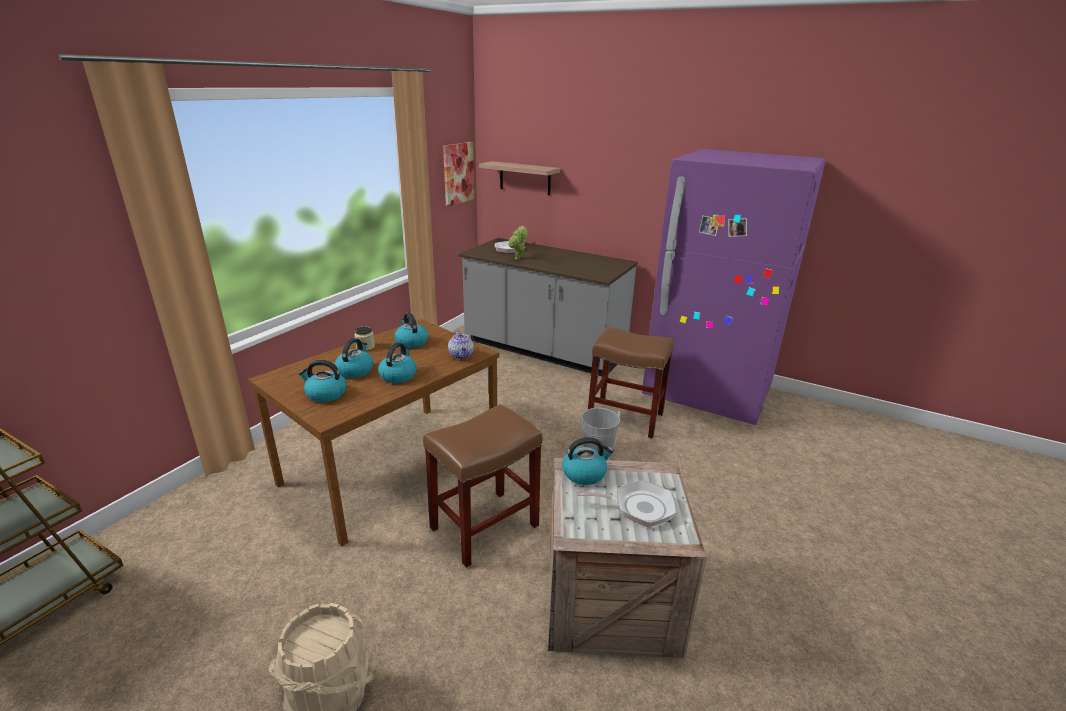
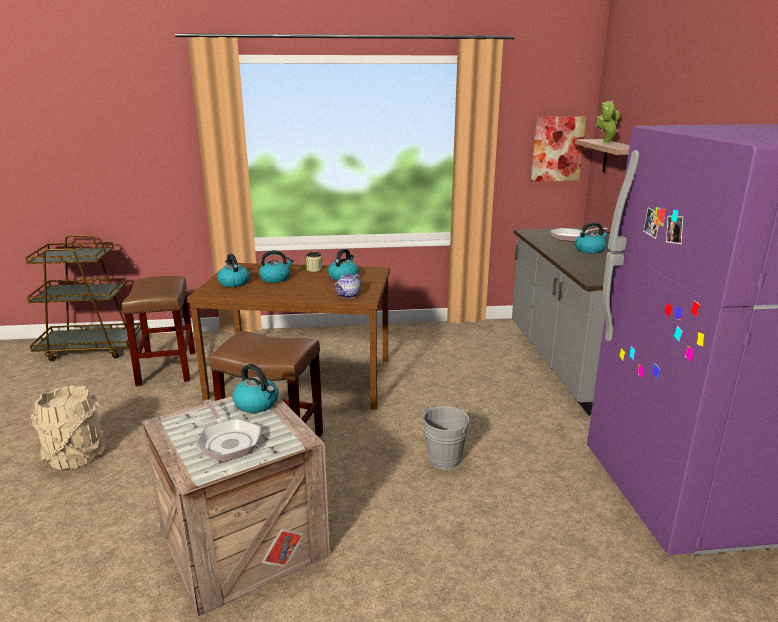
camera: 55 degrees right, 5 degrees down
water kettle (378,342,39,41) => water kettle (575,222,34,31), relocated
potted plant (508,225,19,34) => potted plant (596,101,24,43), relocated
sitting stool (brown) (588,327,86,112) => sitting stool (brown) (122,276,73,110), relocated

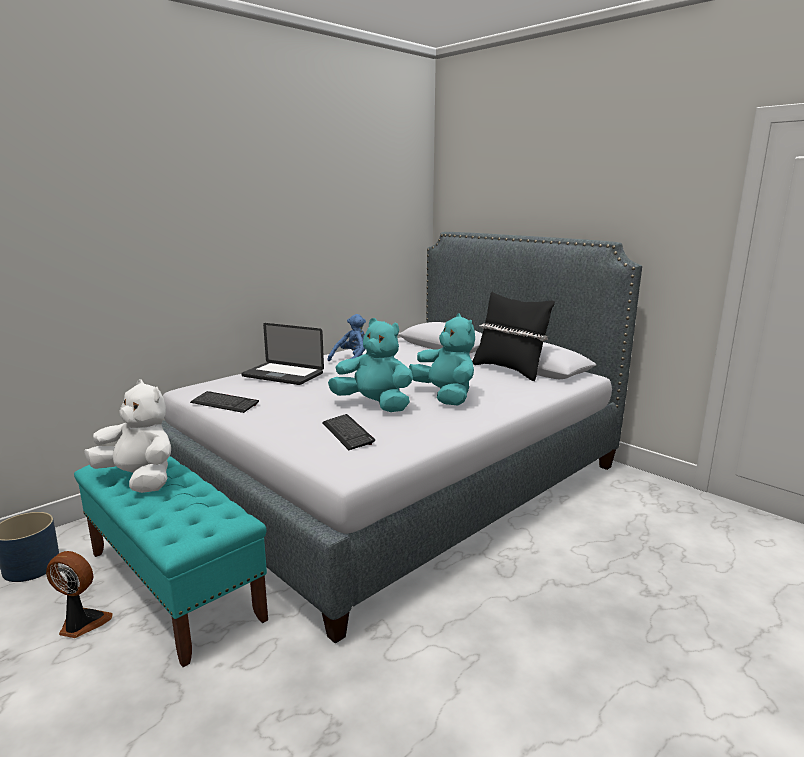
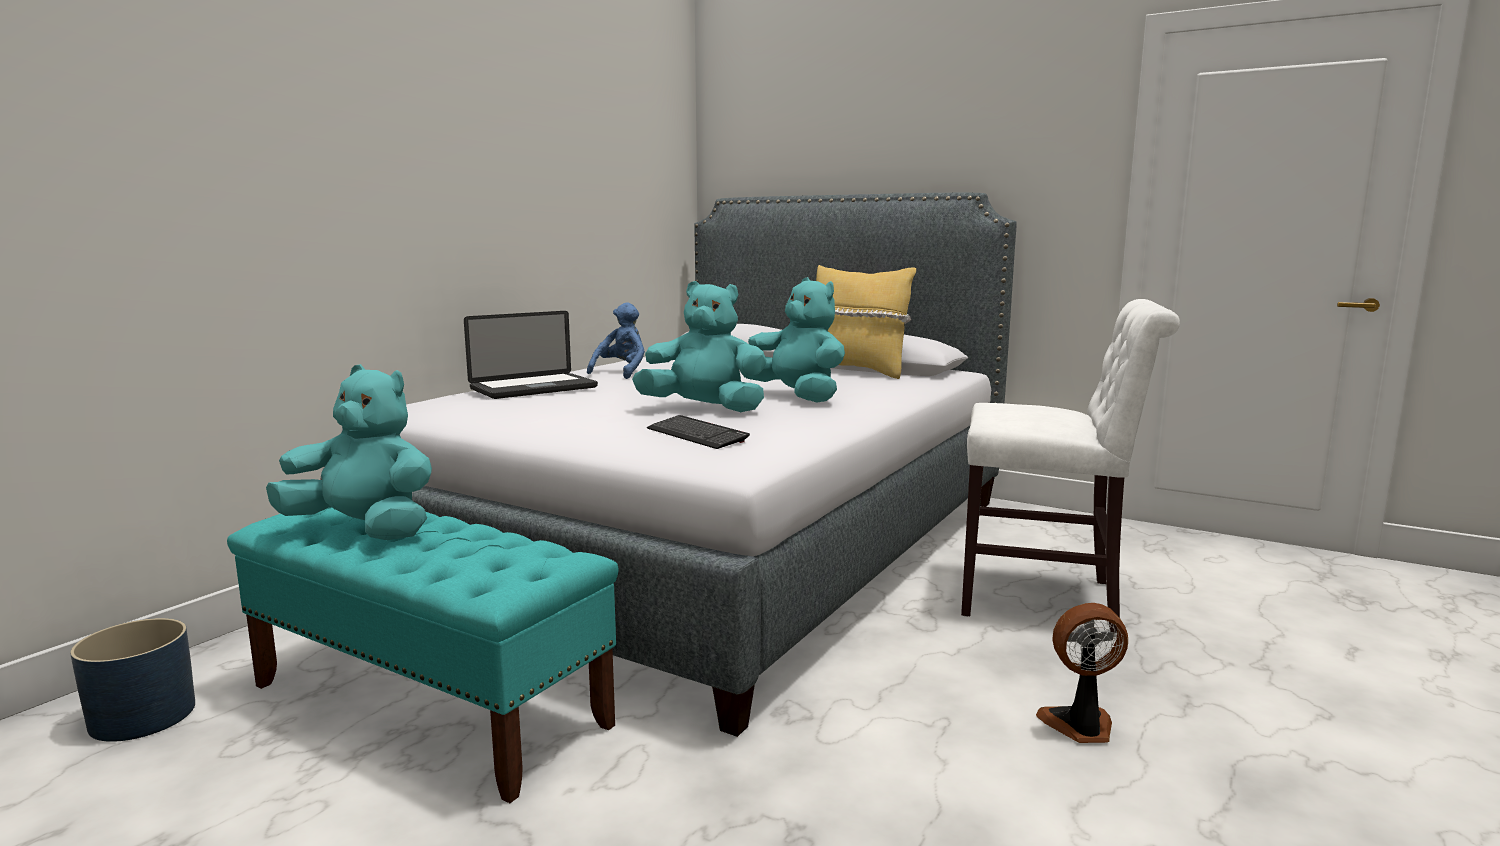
camera: 15 degrees left, 5 degrees down
keyboard (190,391,69,22) => nothing
nothing => chair (white) (961,299,219,334)
electric fan (46,551,67,87) => electric fan (1036,603,92,140), relocated
cuddly toy (white) (84,379,87,114) => cuddly toy (turquoise-coloured) (266,364,166,176)
pillow (black-coloured) (472,292,83,89) => pillow (yellow) (816,265,100,114)
notebook computer (241,323,83,62) => notebook computer (464,311,134,88), 45 degrees counterclockwise

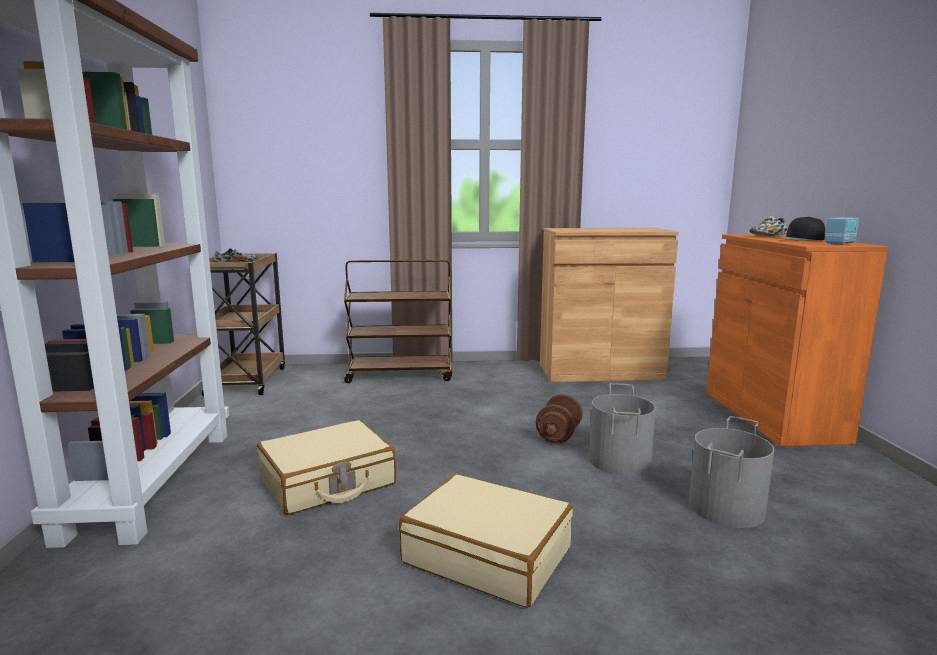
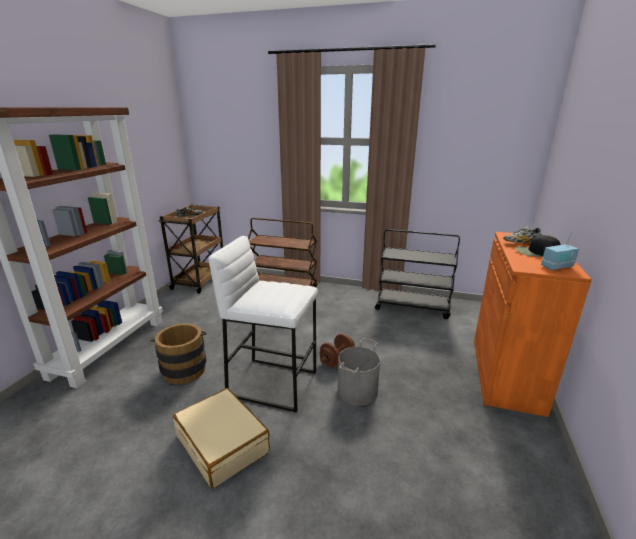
camera: 20 degrees right, 10 degrees up
bucket (gray) (689,416,85,112) => nothing
nothing => sitting stool (white) (208,236,110,177)
piece of luggage (beige-coloured) (257,420,139,95) => bucket (brown) (151,323,56,61)
cabinet (brown) (540,228,139,154) => wheeled cart (black-coloured) (375,229,85,90)

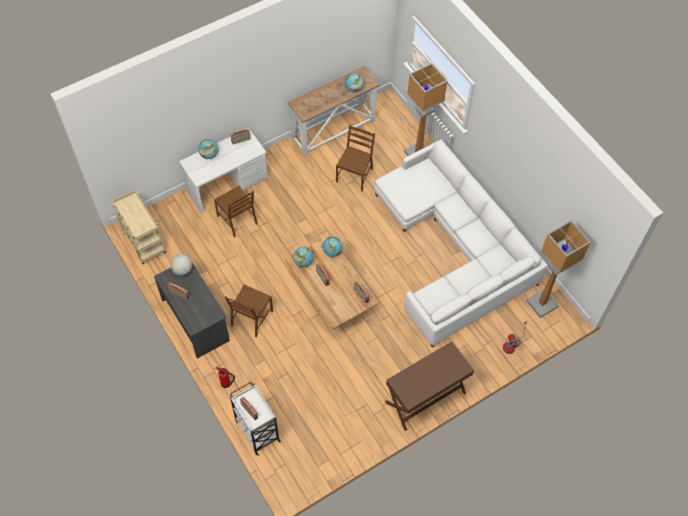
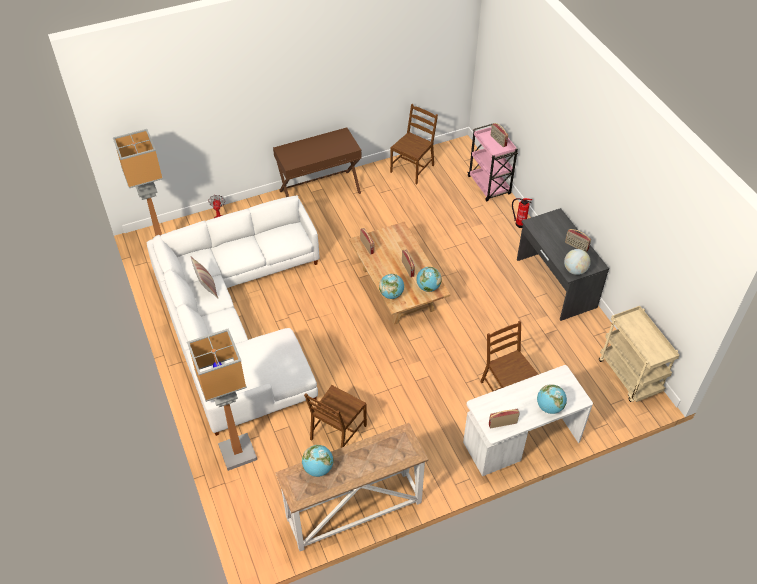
camera: 170 degrees left, 10 degrees down
nothing => pillow (190,256,28,43)
chair (brown) (225,284,48,54) => chair (brown) (390,104,48,80), relocated
wheeled cart (white) (230,382,51,74) => wheeled cart (pink) (468,123,50,78)

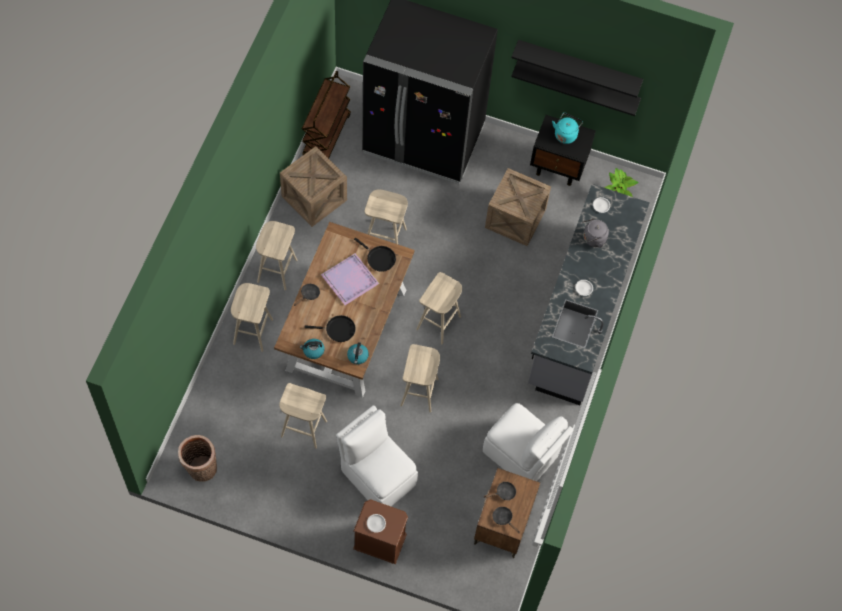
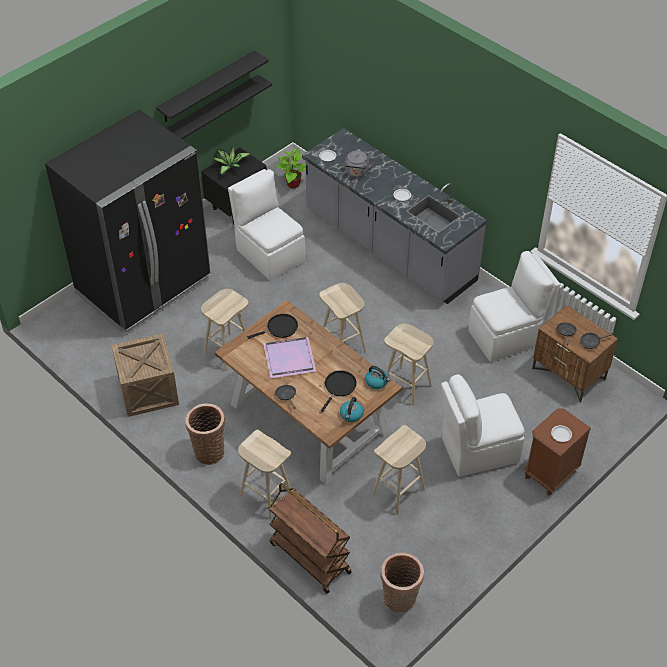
camera: 60 degrees left, 15 degrees down
wheeled cart (brown) (302,71,49,87) => wheeled cart (brown) (268,483,83,111), relocated
sitting stool (beige-coloured) (256,221,41,69) => household basket (185,404,40,61)
shipping crate (485,168,66,78) => chair (white) (228,169,77,112)
water kettle (turquoise-coloured) (552,113,31,31) => potted plant (213,148,38,27)

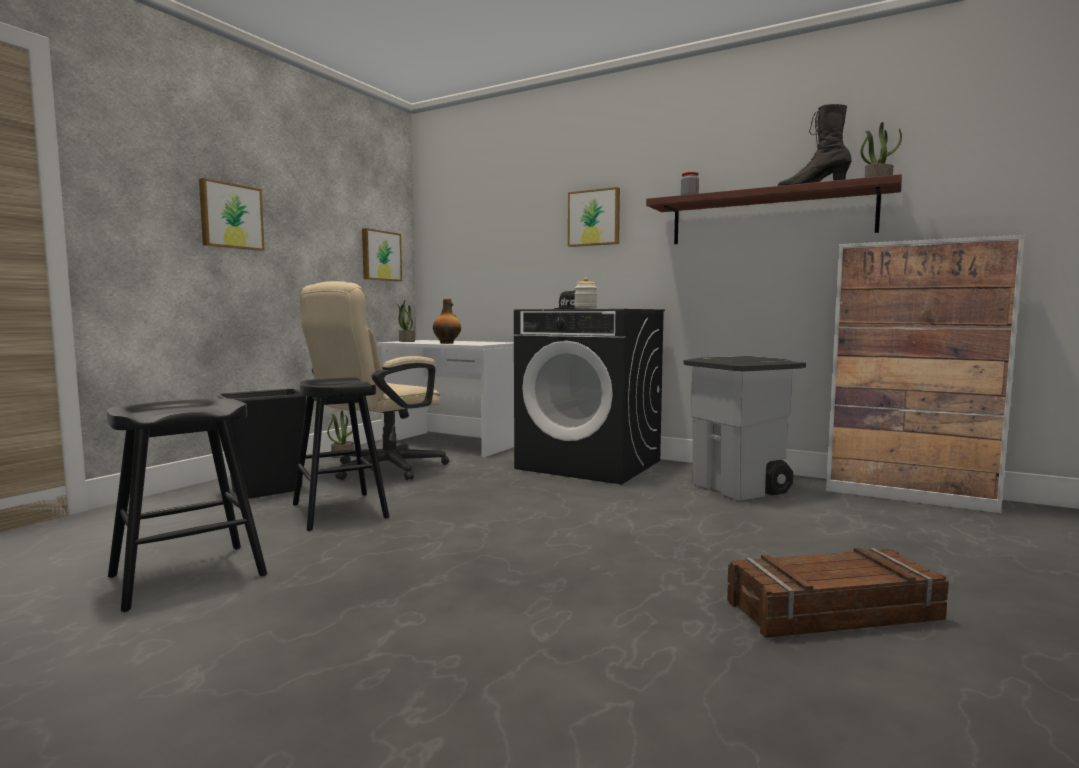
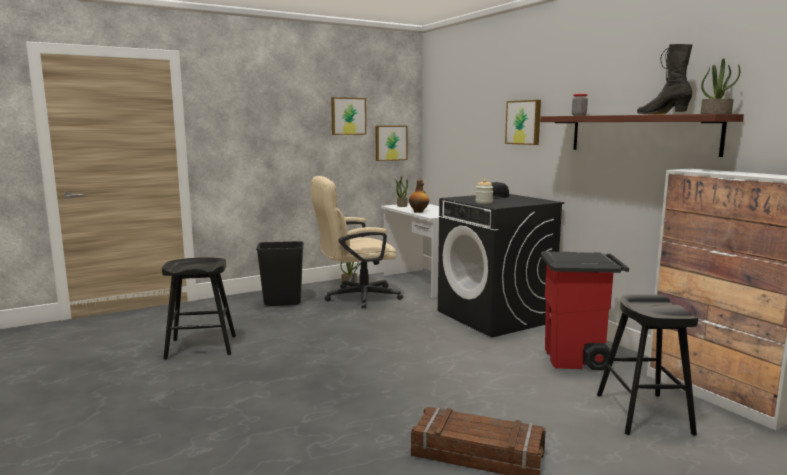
camera: 30 degrees right, 5 degrees up
wall art (199,178,66,73) => wall art (331,97,35,38), relocated
sitting stool (black-coloured) (293,377,96,154) => sitting stool (black-coloured) (597,294,101,142), relocated
rubbish bin (gray) (684,356,122,145) => rubbish bin (red) (541,252,88,118)

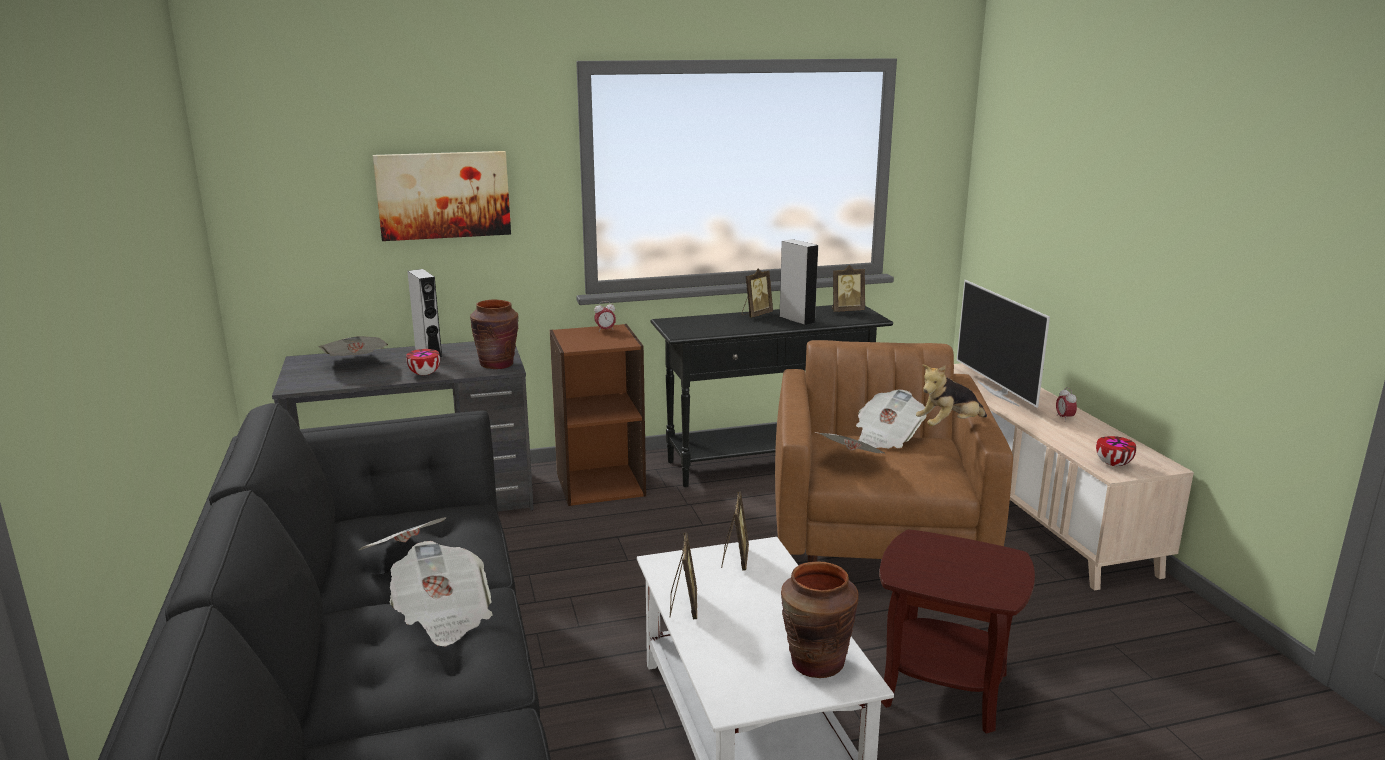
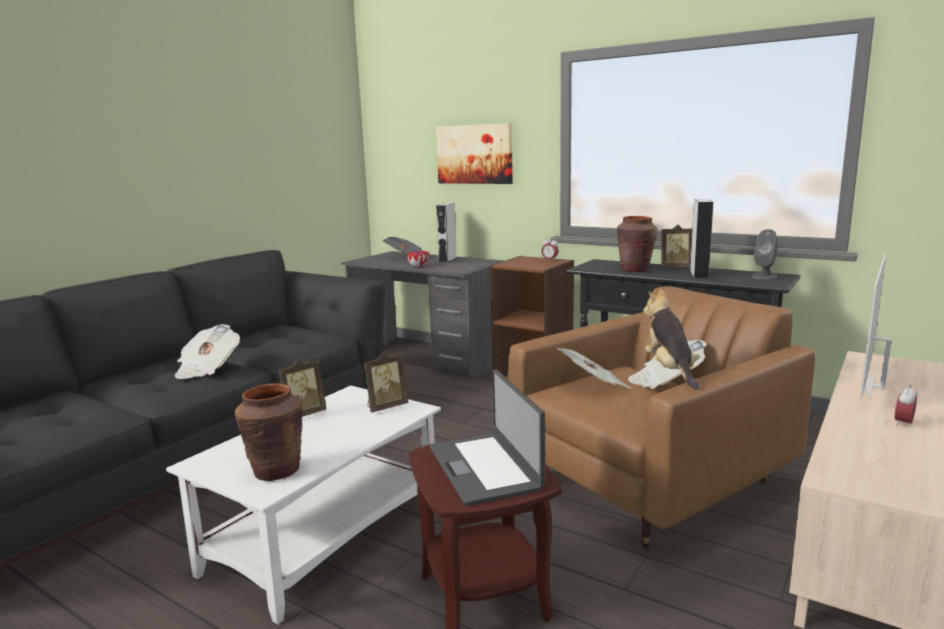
camera: 50 degrees right, 5 degrees down
newspaper (359,517,87,33) => nothing
deep dish (1096,436,40,30) => nothing
nothing => notebook computer (430,370,115,136)
decorative vase (brown) (470,299,49,70) => decorative vase (brown) (617,216,40,56), relocated
standing frame (832,265,33,47) => audio speaker (gray) (752,229,26,51)
cuddly toy (916,365,71,61) => cuddly toy (643,289,57,101), 60 degrees clockwise

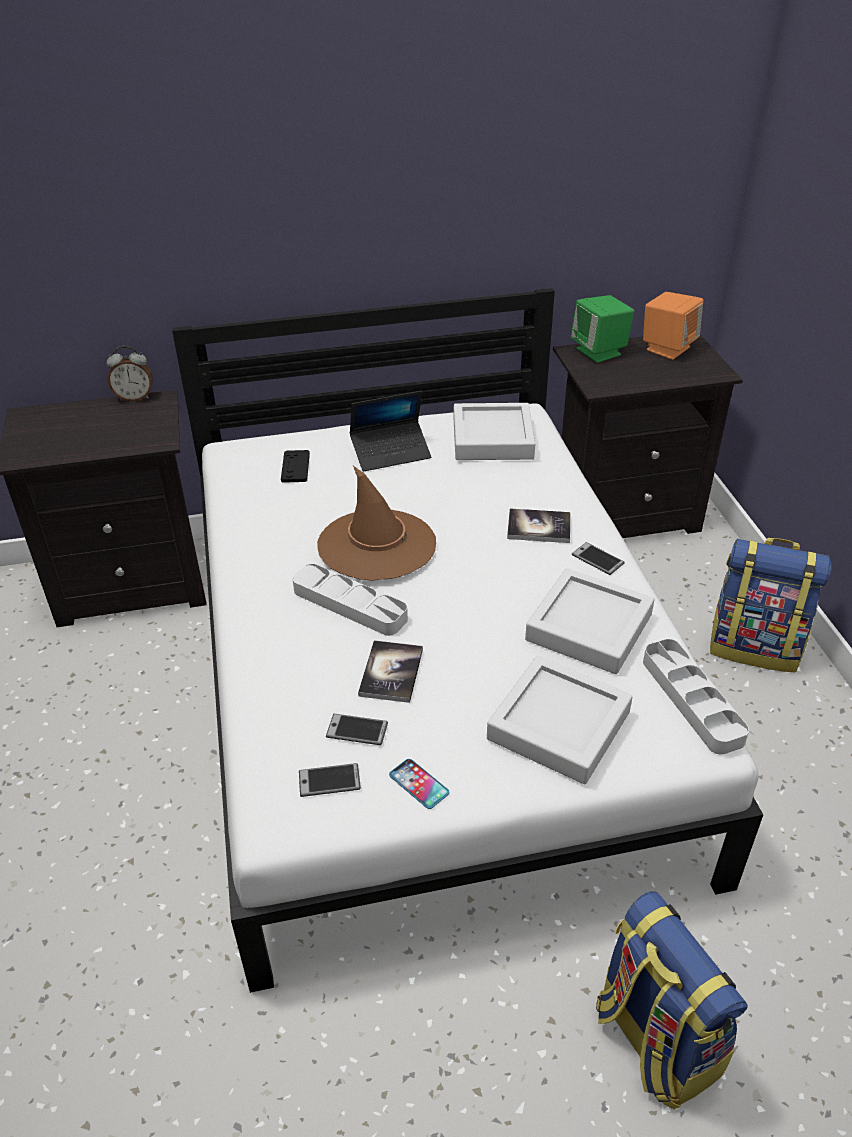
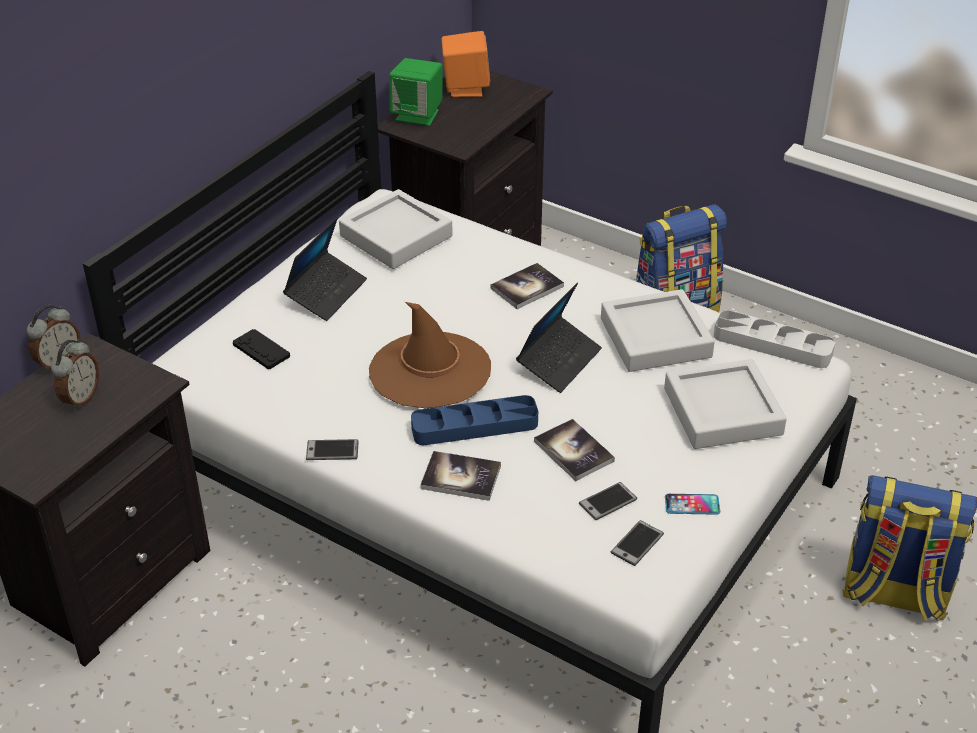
camera: 45 degrees left, 0 degrees up
nothing => table clock (51,339,48,71)
nothing => bound book (420,451,81,50)
nothing => notebook computer (516,283,86,110)
phone (572,542,53,33) => phone (306,439,53,21), relocated
carrying tray (gray) (292,564,116,72) => carrying tray (blue-coloured) (411,395,127,50)

